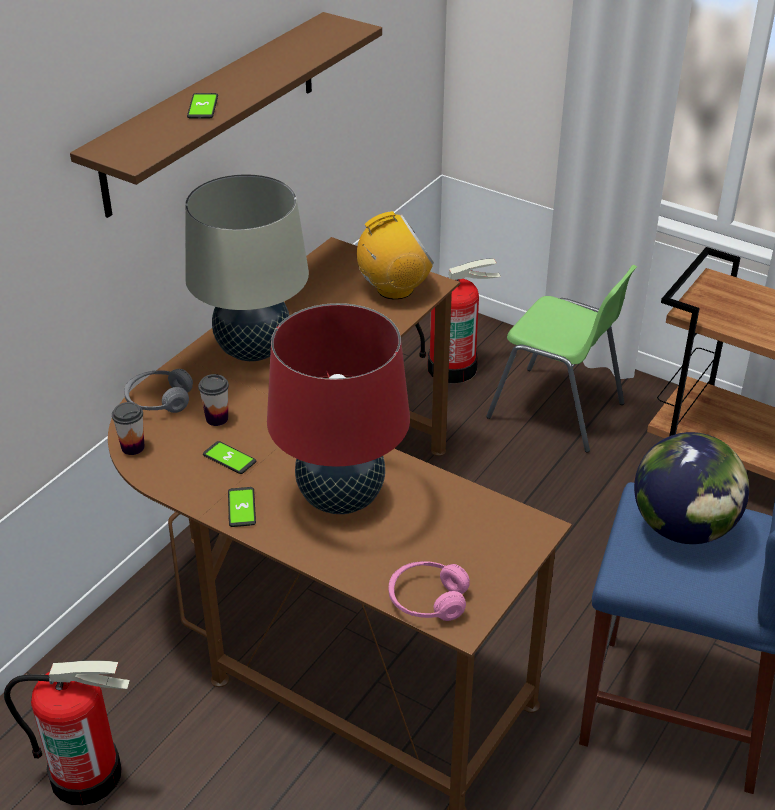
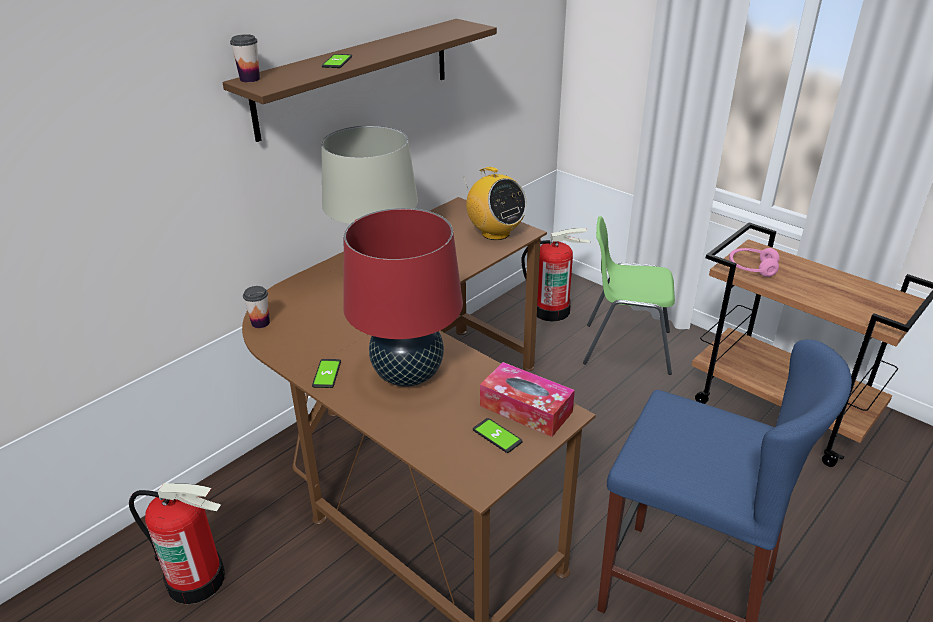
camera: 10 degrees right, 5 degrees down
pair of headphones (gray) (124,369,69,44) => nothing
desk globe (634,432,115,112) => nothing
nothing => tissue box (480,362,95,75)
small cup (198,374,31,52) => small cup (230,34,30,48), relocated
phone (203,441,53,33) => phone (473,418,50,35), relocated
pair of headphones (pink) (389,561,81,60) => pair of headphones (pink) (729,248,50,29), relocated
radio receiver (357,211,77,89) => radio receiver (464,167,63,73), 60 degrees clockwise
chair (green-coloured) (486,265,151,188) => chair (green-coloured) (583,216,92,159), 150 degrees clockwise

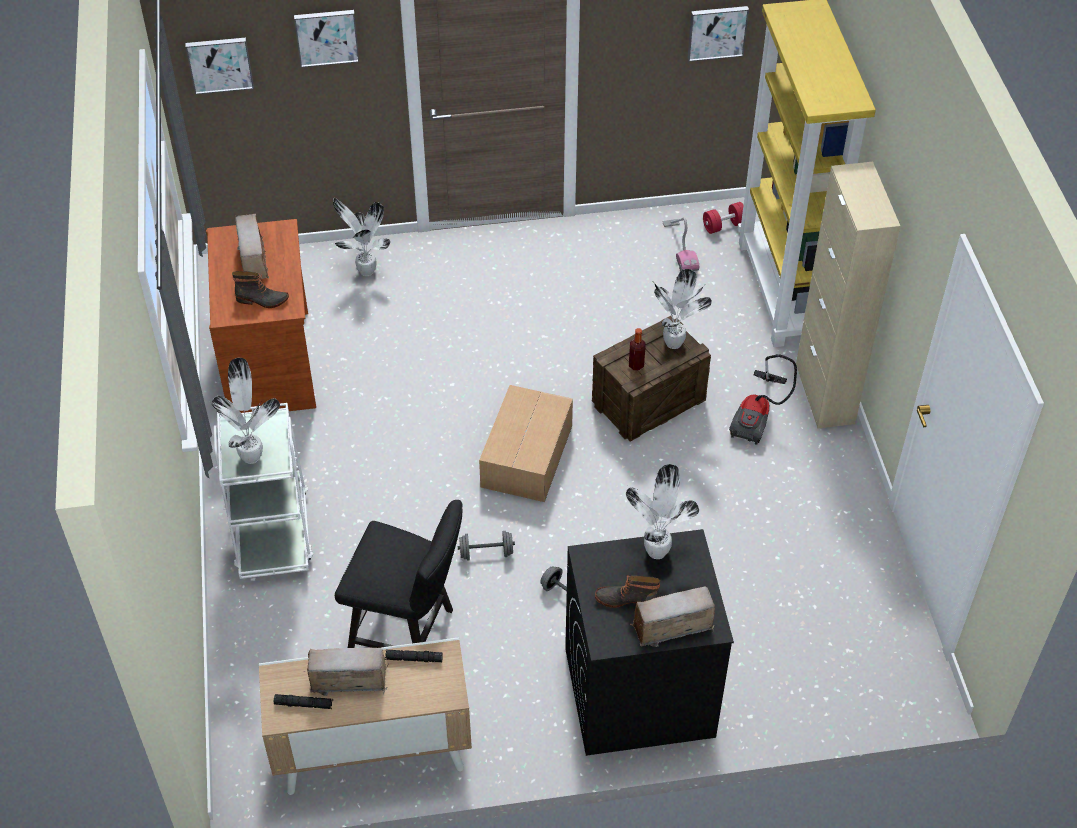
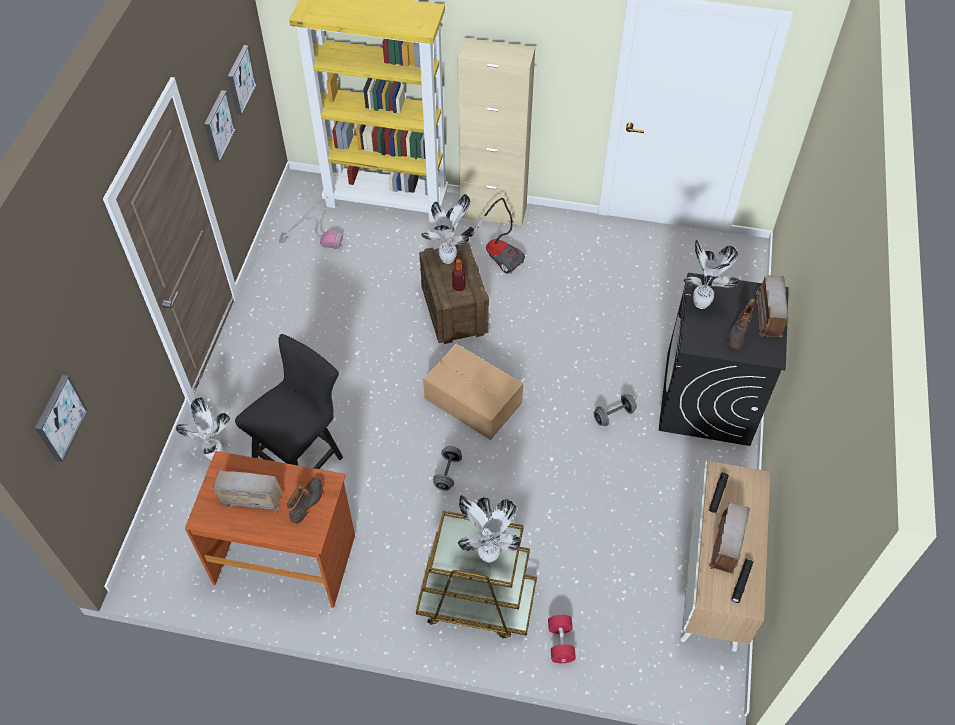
camera: 70 degrees left, 5 degrees up
wall art (294,10,65,58) => wall art (204,90,32,73), relocated
chair (black-coloured) (335,500,128,148) => chair (black-coloured) (235,334,108,135), relocated
free weight (gray) (458,531,57,29) => free weight (gray) (433,446,29,45), relocated
free weight (red) (703,202,41,32) => free weight (red) (548,615,28,48), relocated
wheeled cart (white) (214,403,99,176) => wheeled cart (brown) (416,511,121,128)

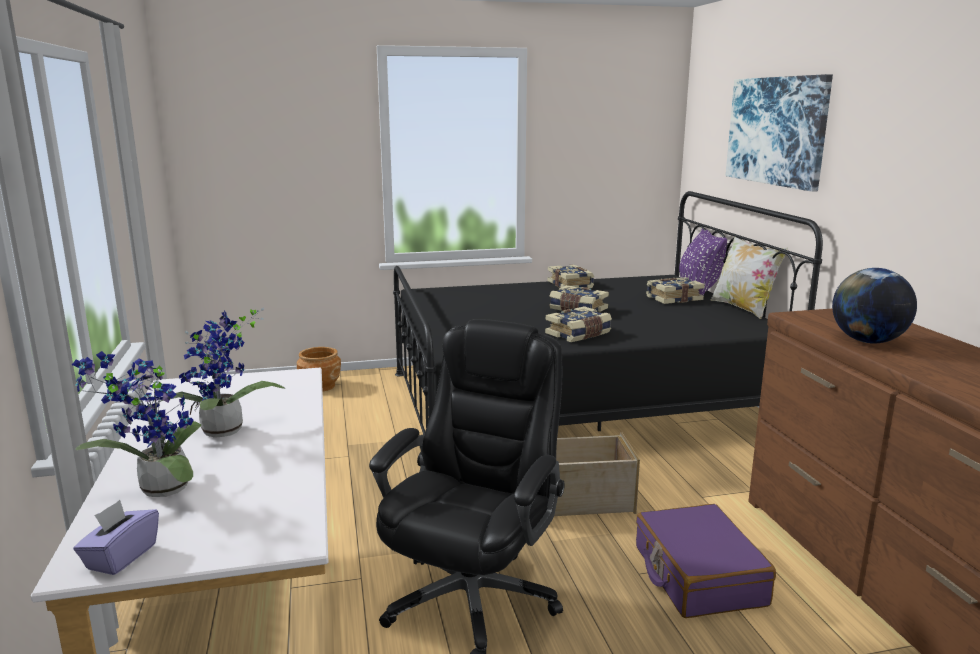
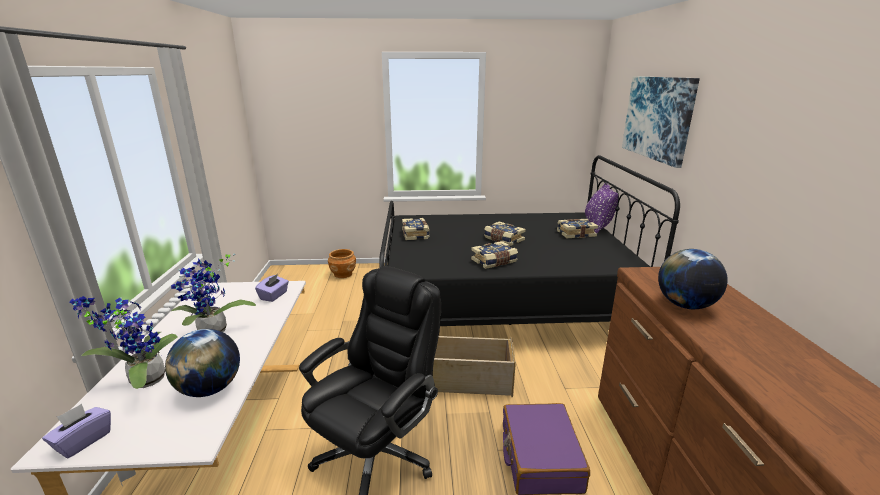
camera: 10 degrees right, 5 degrees up
pillow (710,237,78,82) => nothing
nothing => desk globe (165,329,75,68)
nothing => tissue box (purple-coloured) (255,274,34,28)
bound book (548,265,46,23) => bound book (402,218,27,22), relocated

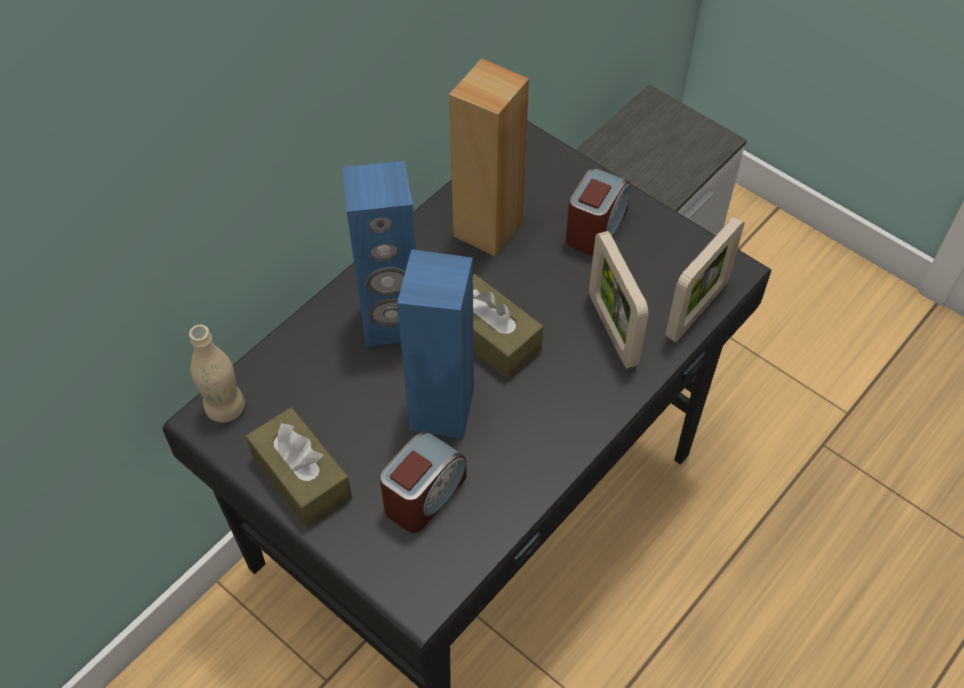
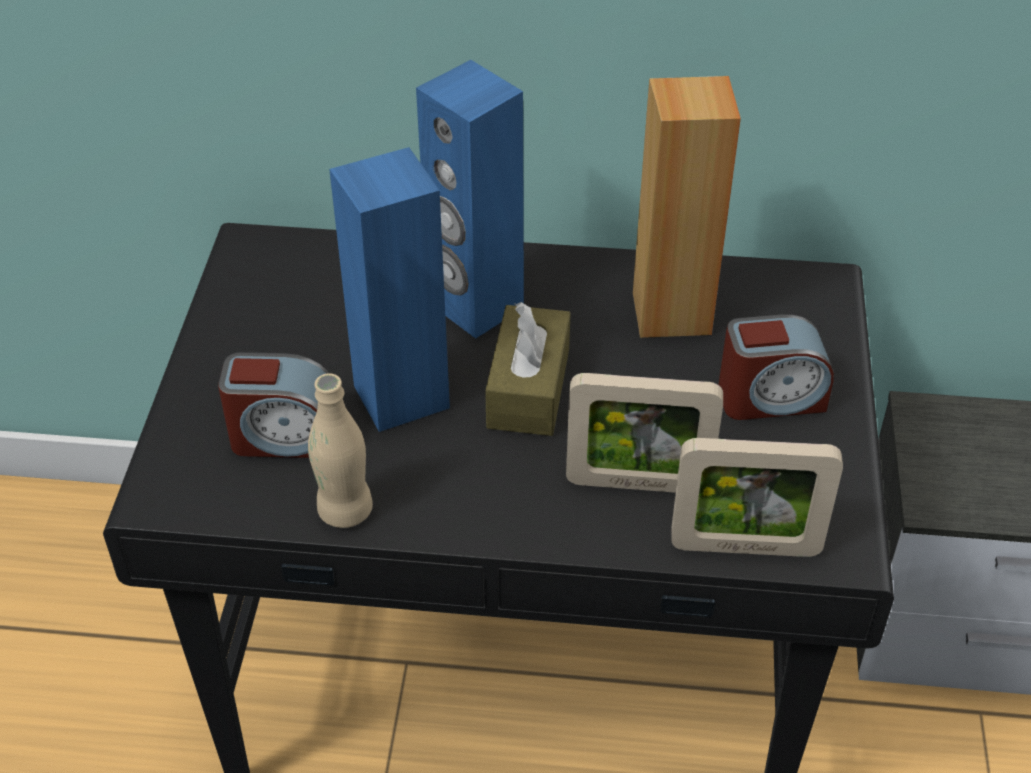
camera: 55 degrees right, 10 degrees down
tissue box (brown) (246,407,106,121) => nothing
drink bottle (beige-coloured) (189,325,56,97) => drink bottle (beige-coloured) (308,373,65,155), relocated
standing frame (589,231,60,138) => standing frame (566,373,157,120), 120 degrees counterclockwise

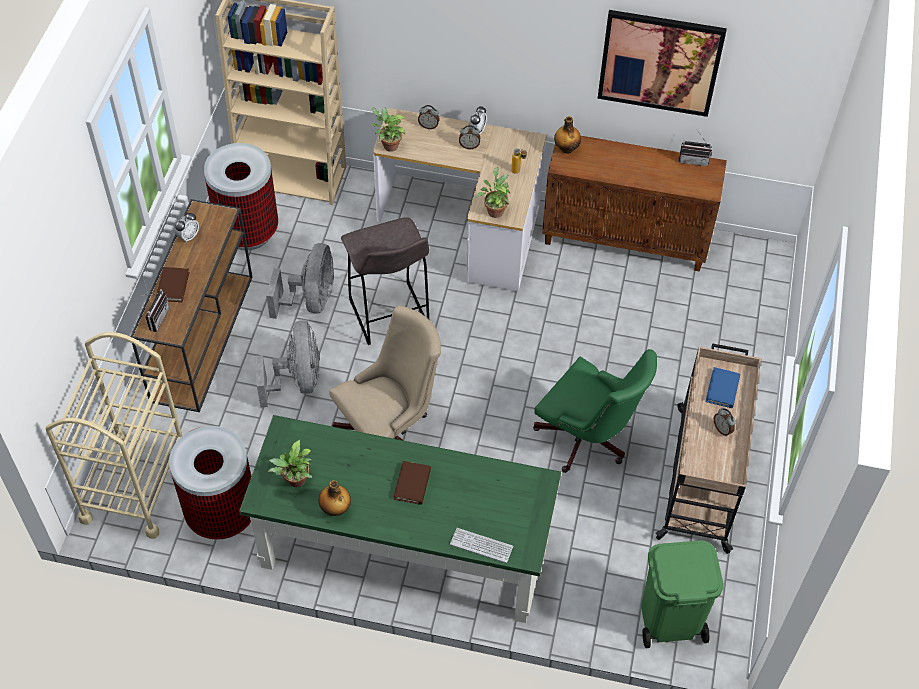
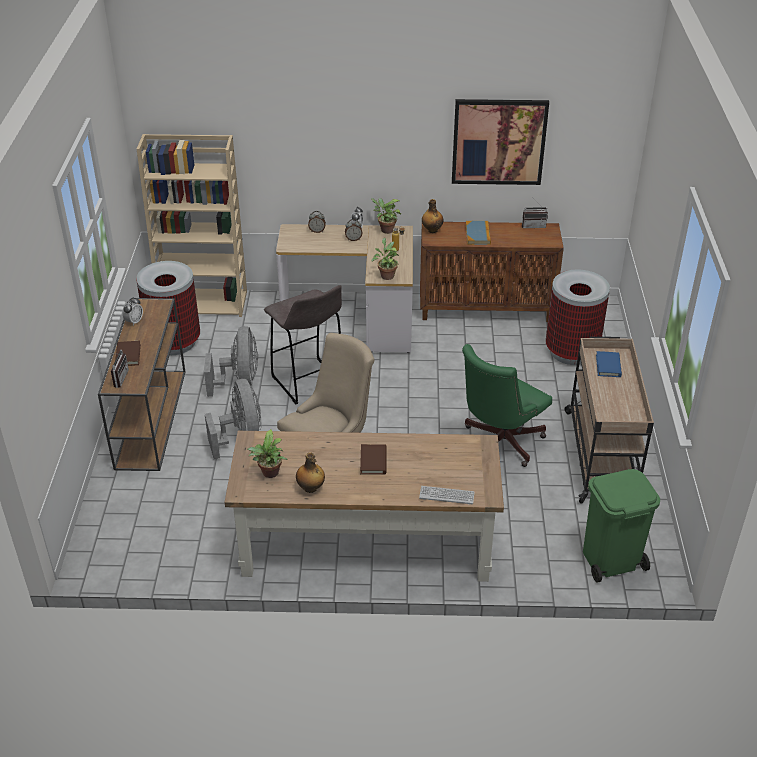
camera: 10 degrees left, 15 degrees down
wheeled cart (beige-coloured) (46,332,136,207) => nothing
table clock (714,408,22,28) => nothing
nothing => bound book (466,221,25,24)
rubbish bin (169,426,82,114) => rubbish bin (546,269,64,96), relocated
potted plant (372,107,34,45) => potted plant (371,198,30,36), relocated
desk (green-coloured) (239,415,322,208) => desk (brown) (225,431,279,151)
desk chair (green-coloured) (533,349,124,124) => desk chair (green-coloured) (462,344,90,123), 105 degrees clockwise

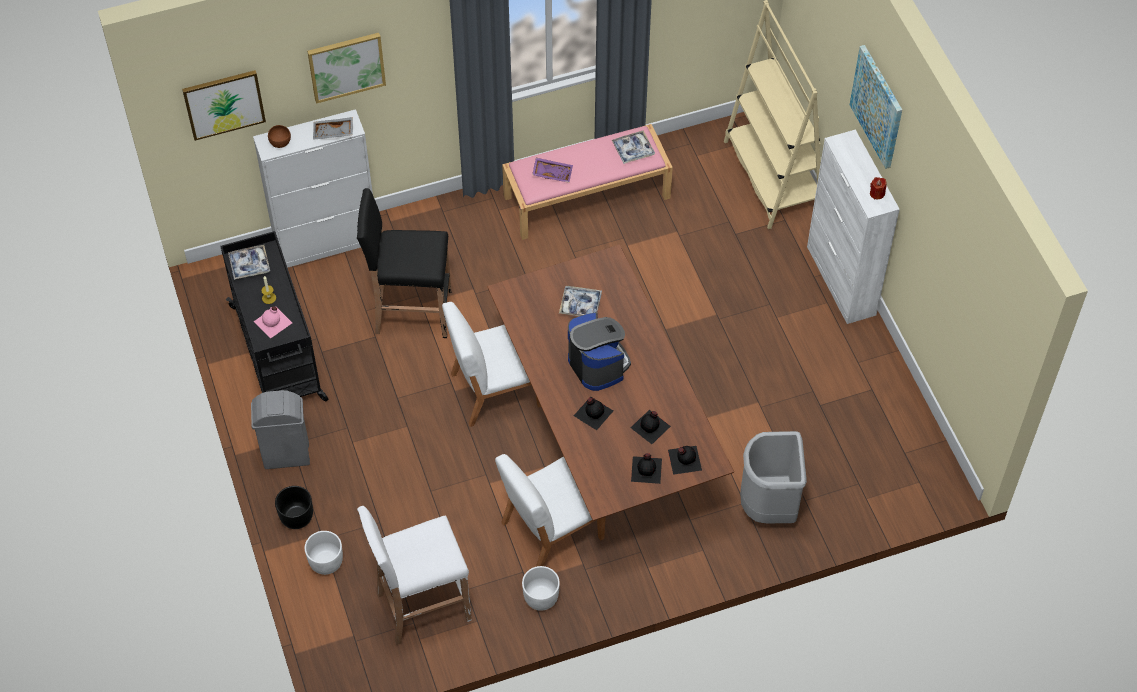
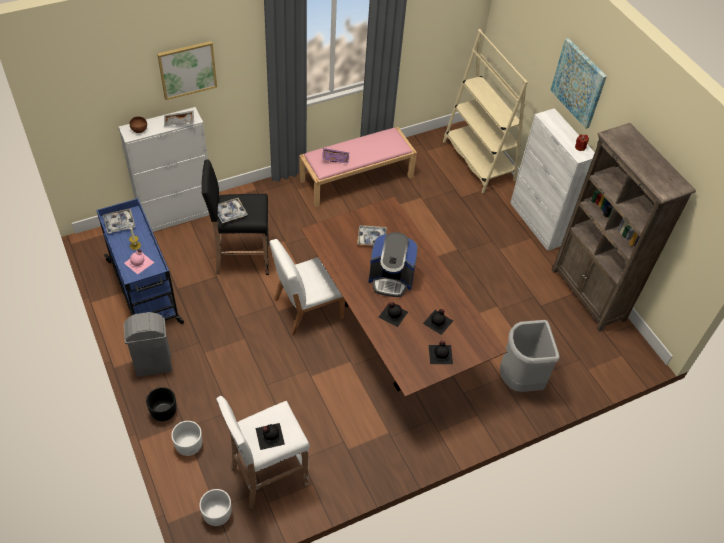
camera: 10 degrees left, 5 degrees down
wall art (182,70,84,71) => nothing
chair (white) (495,454,111,113) => nothing
nothing => bookshelf (brown) (552,123,144,209)
flower pot (white) (522,566,38,45) => flower pot (white) (199,489,32,37), relocated
carrying tray (612,130,43,34) => carrying tray (218,198,30,25), relocated
drink bottle (black-coloured) (668,446,34,29) => drink bottle (black-coloured) (255,423,30,27), relocated
wheeled cart (black-coloured) (220,231,108,170) => wheeled cart (blue-coloured) (96,198,88,126)
coffee brewer (568,312,63,79) => coffee brewer (368,232,50,65), 135 degrees clockwise

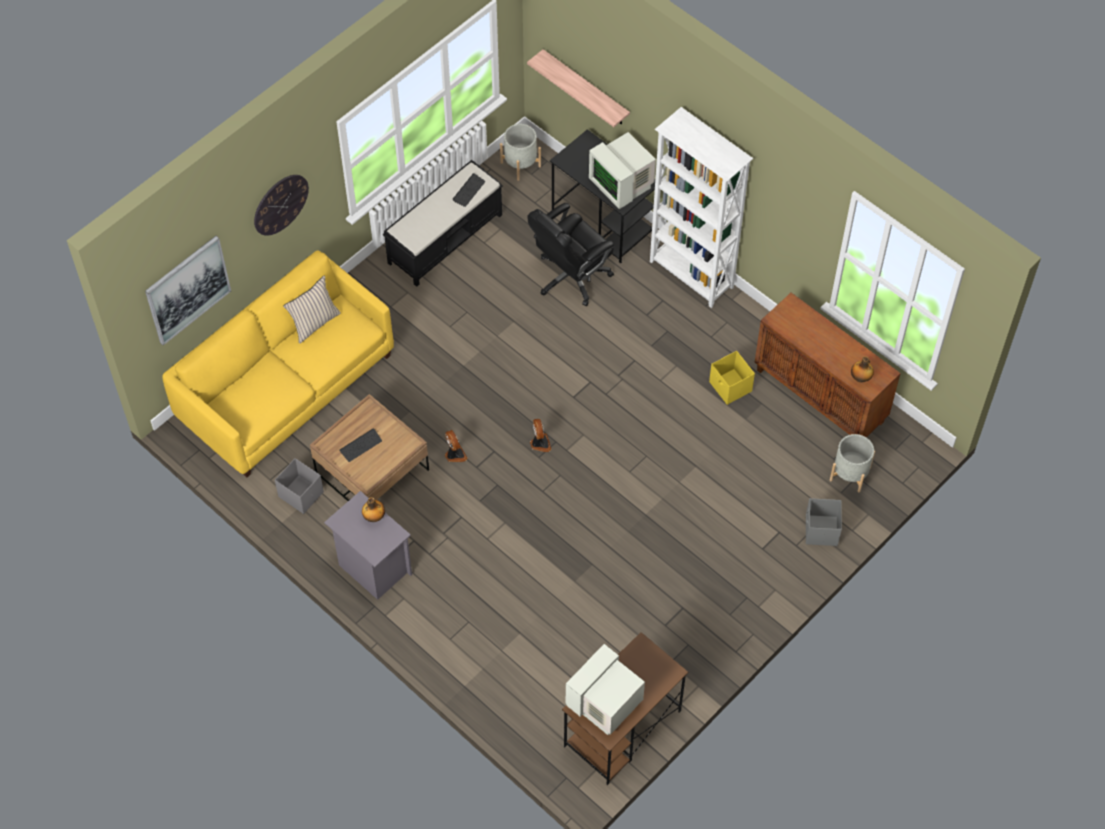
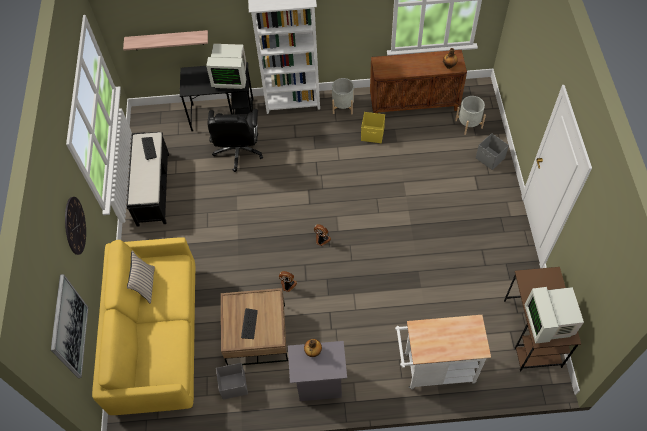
camera: 45 degrees left, 0 degrees up
nothing => wheeled cart (white) (395,315,96,74)
flower pot (gray) (500,124,41,57) => flower pot (gray) (332,78,22,36), relocated

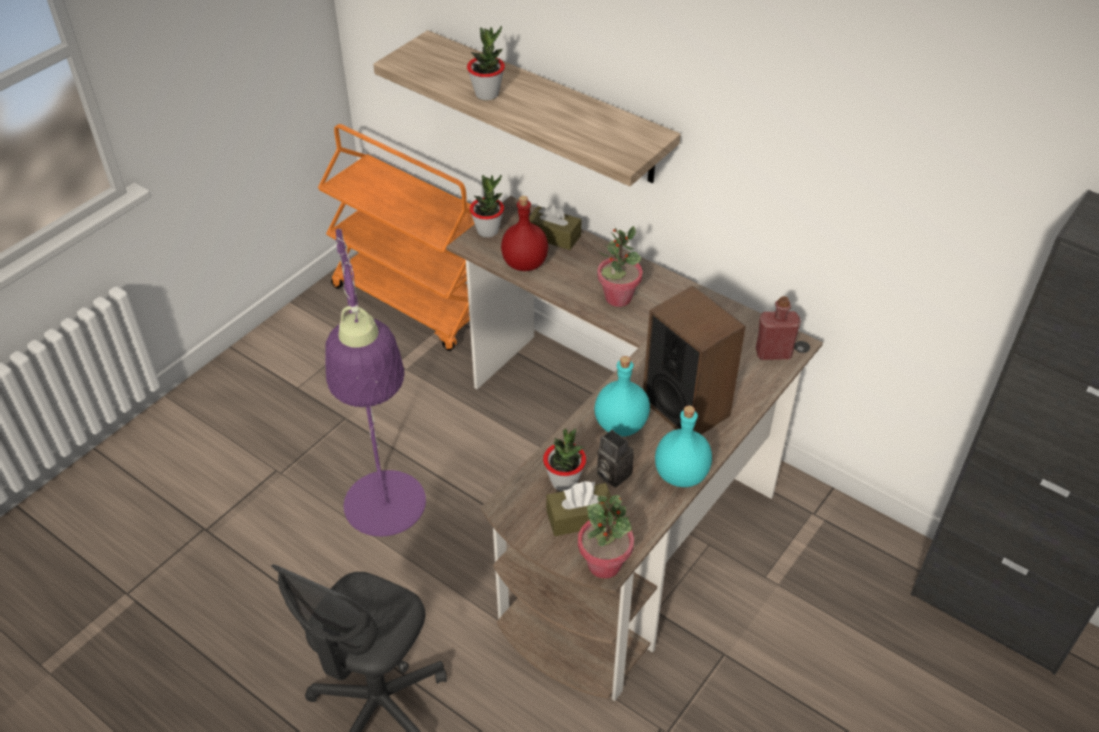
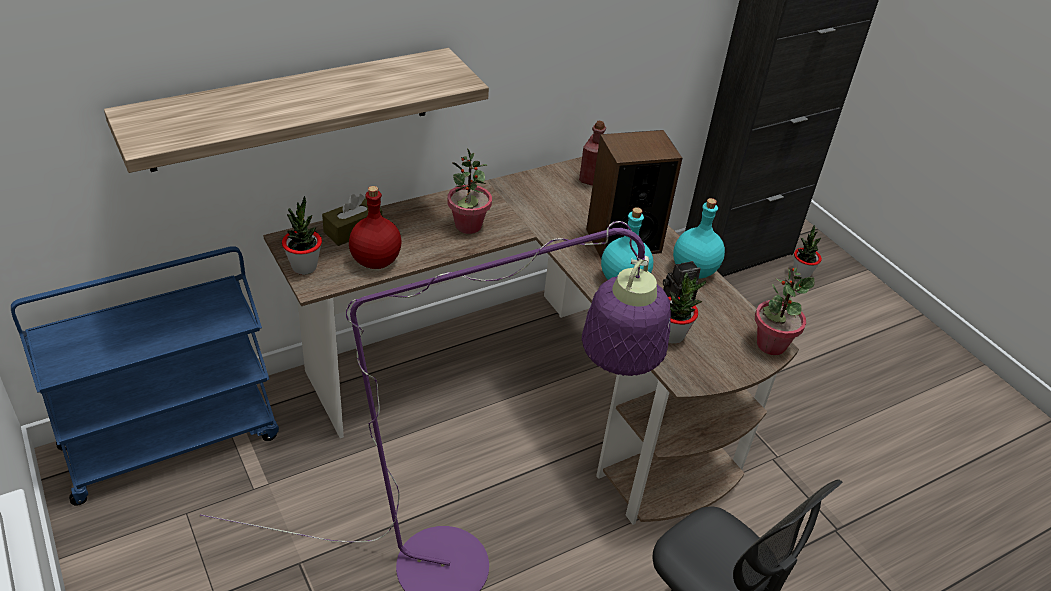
camera: 70 degrees left, 5 degrees down
tissue box (brown) (546,481,69,55) => nothing
potted plant (467,26,38,74) => potted plant (793,225,29,54), relocated
wheeled cart (orangey) (318,124,156,227) => wheeled cart (blue-coloured) (11,246,268,260)

